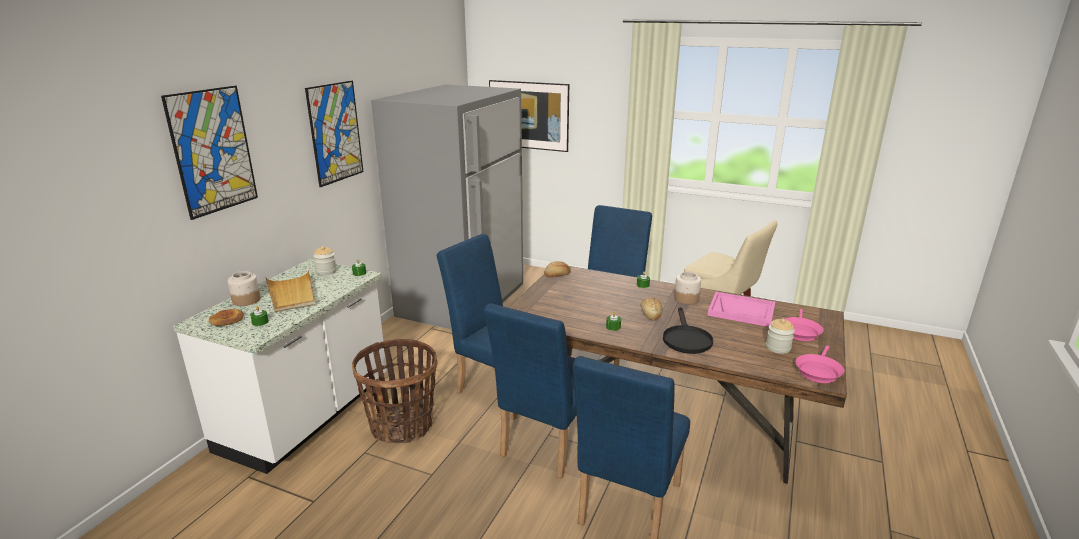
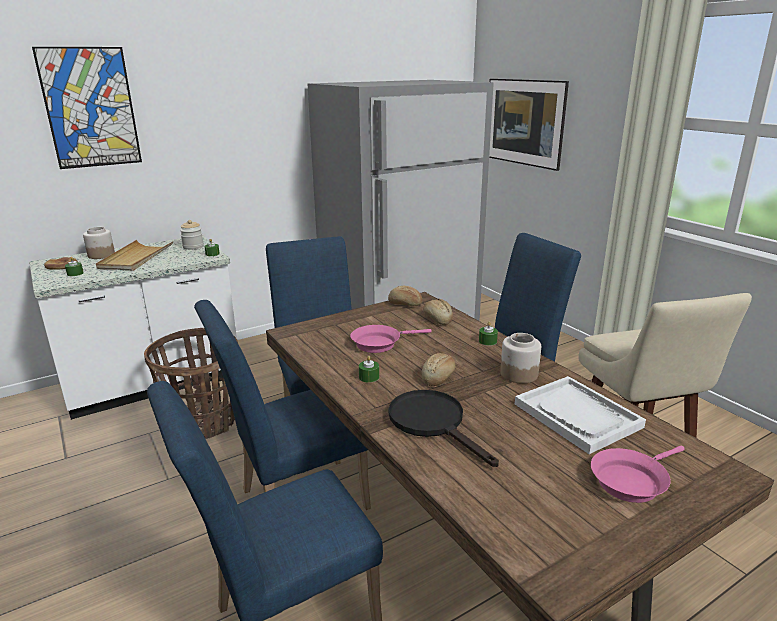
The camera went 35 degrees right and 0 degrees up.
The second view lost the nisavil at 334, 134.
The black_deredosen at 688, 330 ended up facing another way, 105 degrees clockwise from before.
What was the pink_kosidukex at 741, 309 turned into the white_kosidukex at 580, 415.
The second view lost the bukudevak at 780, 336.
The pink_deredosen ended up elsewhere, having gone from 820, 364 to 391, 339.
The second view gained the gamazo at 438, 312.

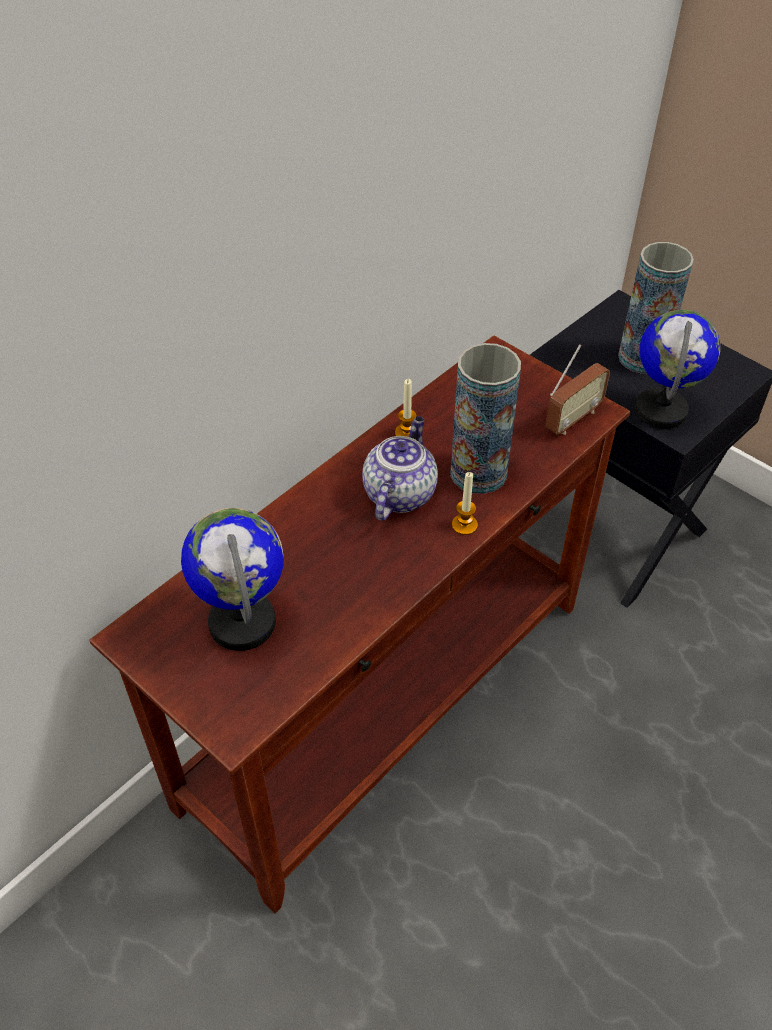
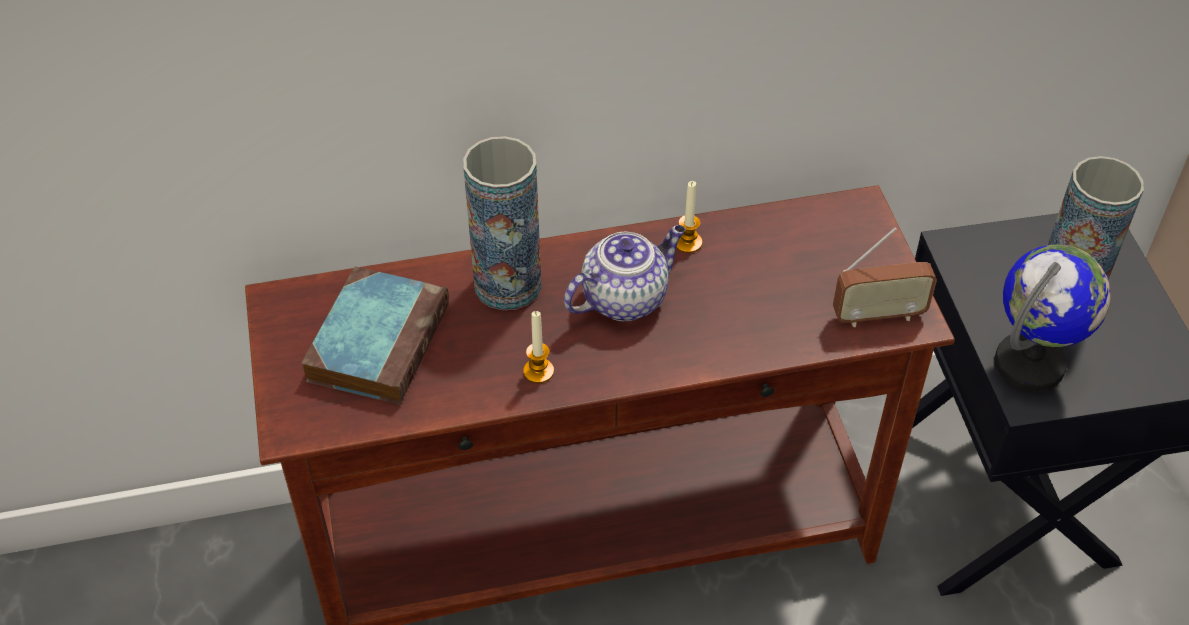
The camera went 35 degrees right and 0 degrees up.
Where the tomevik stood at 232, 579, the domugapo came to stand at 375, 335.
The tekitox ended up elsewhere, having gone from 485, 418 to 502, 223.
The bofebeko ended up elsewhere, having gone from 465, 503 to 538, 347.

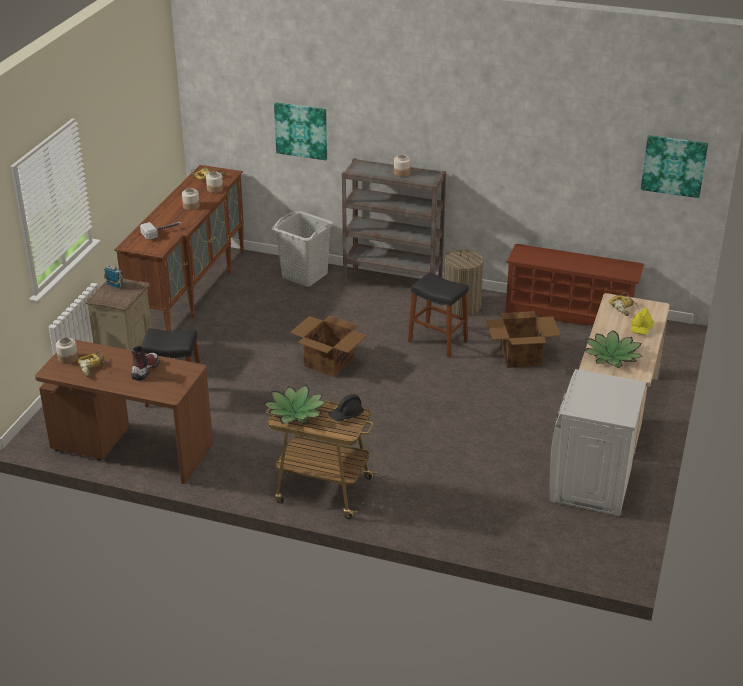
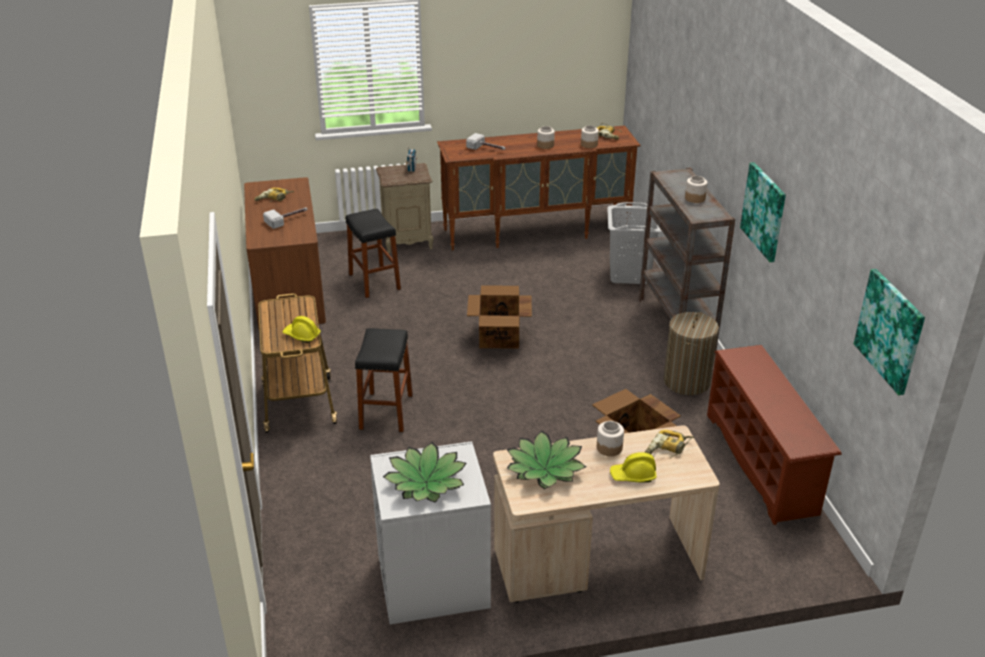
The camera went 60 degrees right and 0 degrees up.
The bukudevak ended up elsewhere, having gone from 67, 350 to 610, 438.
Where the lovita stood at 145, 363, the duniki came to stand at 285, 218.
The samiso ended up elsewhere, having gone from 294, 404 to 425, 472.
The nisavil ended up elsewhere, having gone from 300, 131 to 763, 212.
What was the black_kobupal at 346, 407 turned into the yellow_kobupal at 301, 329.
The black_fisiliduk ended up elsewhere, having gone from 438, 314 to 384, 380.

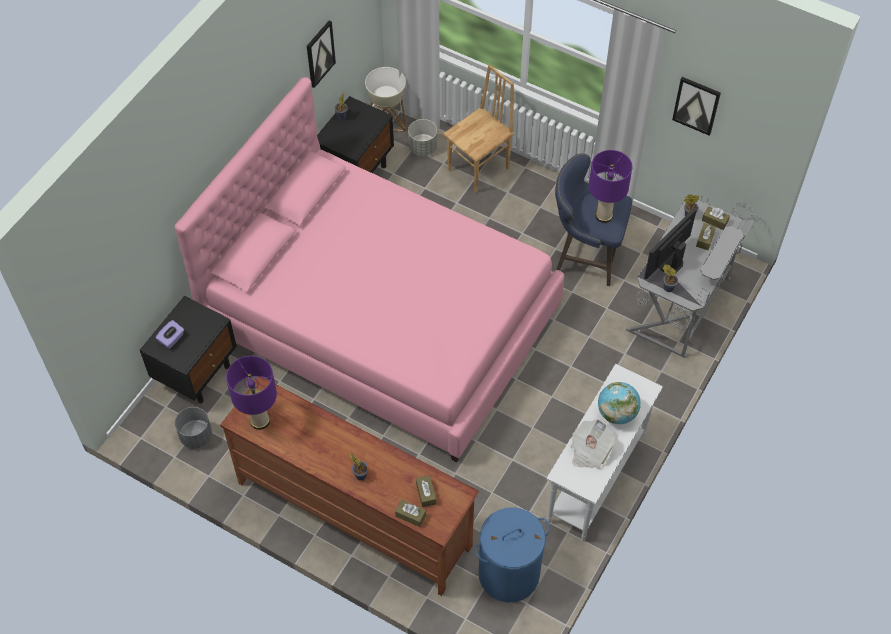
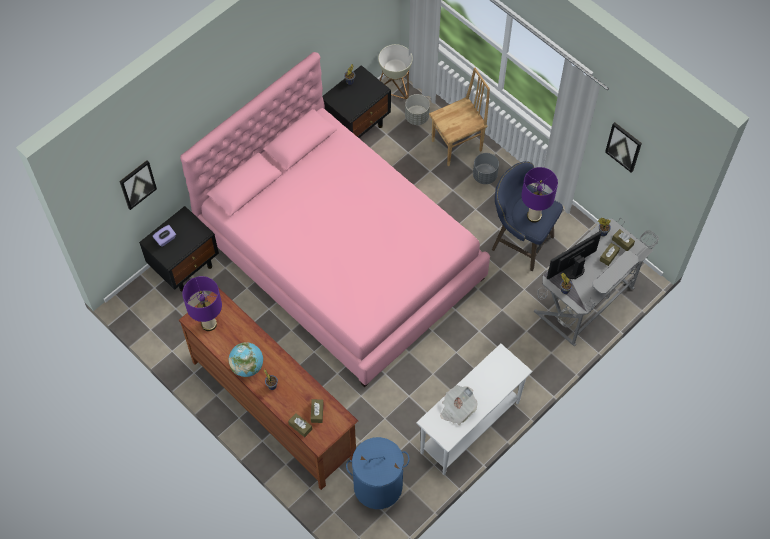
The camera went 15 degrees right and 5 degrees up.
The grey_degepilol ended up elsewhere, having gone from 193, 428 to 486, 168.
The nisavil ended up elsewhere, having gone from 321, 54 to 138, 185.
The tomevik ended up elsewhere, having gone from 619, 403 to 246, 359.

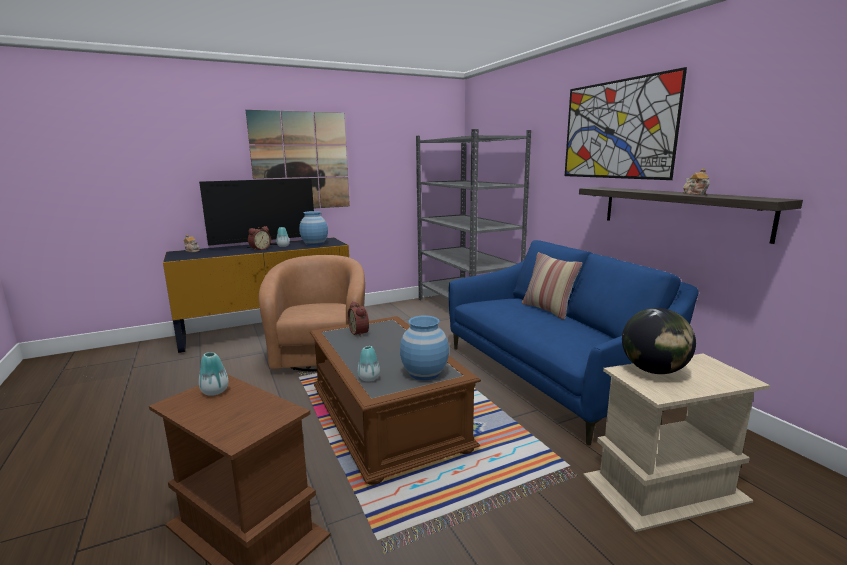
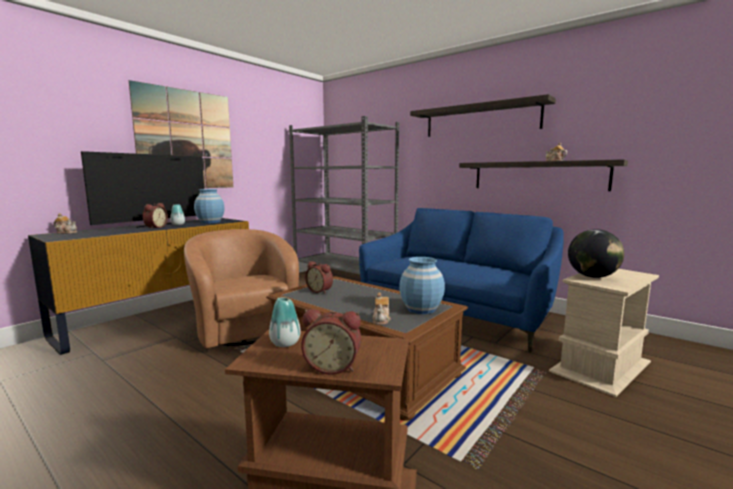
The camera went 25 degrees left and 5 degrees down.
Where the tekitox stood at 369, 364, the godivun came to stand at 382, 308.
The second view lost the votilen at 552, 286.
Where the nisavil hung at 626, 123, the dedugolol came to hang at 483, 115.
The second view gained the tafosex at 331, 342.

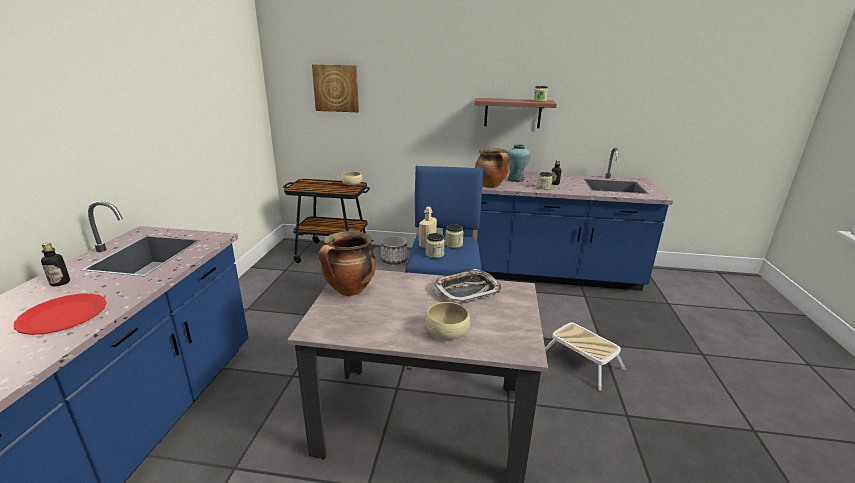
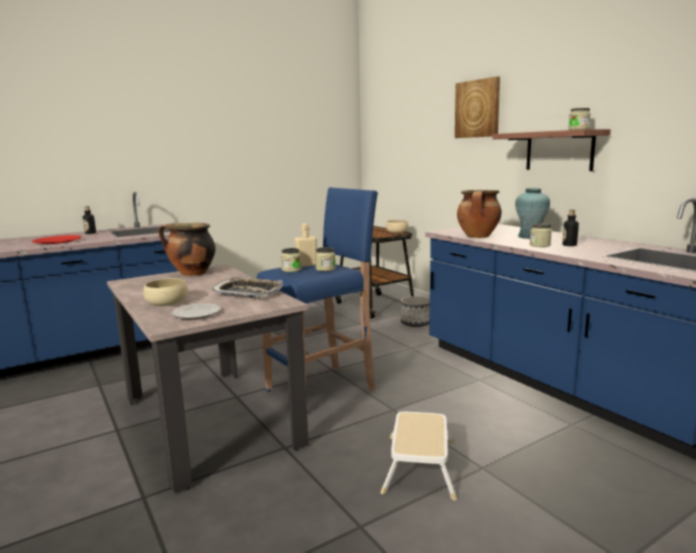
The camera went 50 degrees right and 10 degrees down.
The nisavil ended up elsewhere, having gone from 335, 88 to 477, 107.
The second view gained the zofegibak at 196, 311.

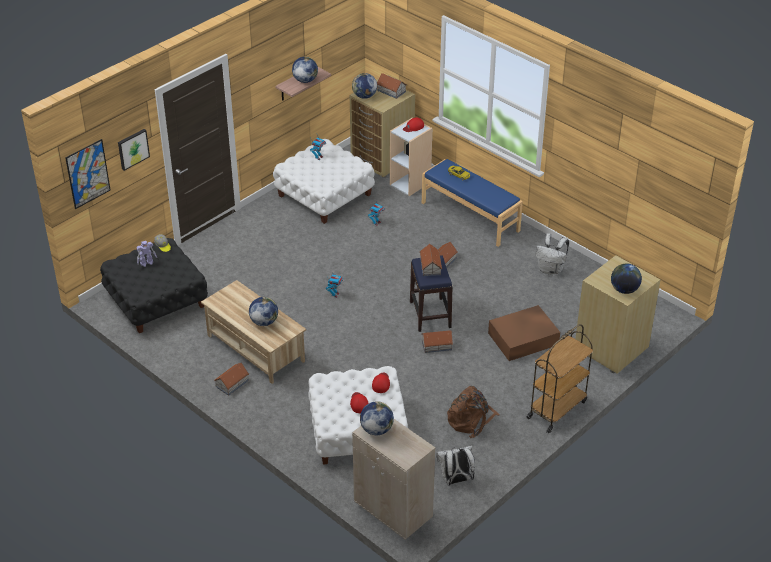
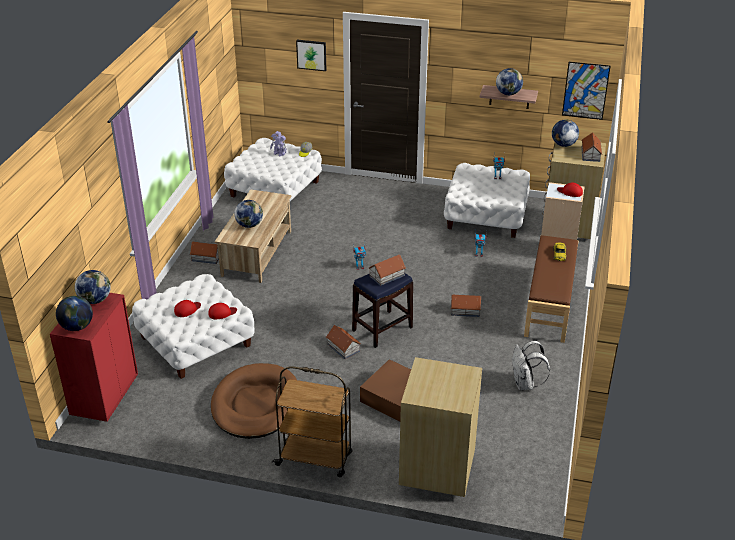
The camera went 60 degrees right and 5 degrees down.
The nisavil ended up elsewhere, having gone from 88, 174 to 586, 91.
What was the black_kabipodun at 154, 285 turned into the white_kabipodun at 273, 169.
What was the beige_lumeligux at 393, 479 turned into the red_lumeligux at 94, 357.
What was the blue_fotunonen at 472, 203 turned into the brown_fotunonen at 551, 289.
The second view lost the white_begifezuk at 455, 466.
Where the brown_begifezuk stood at 473, 412, the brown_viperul came to stand at 254, 401.
The tomevik ended up elsewhere, having gone from 626, 278 to 74, 313.

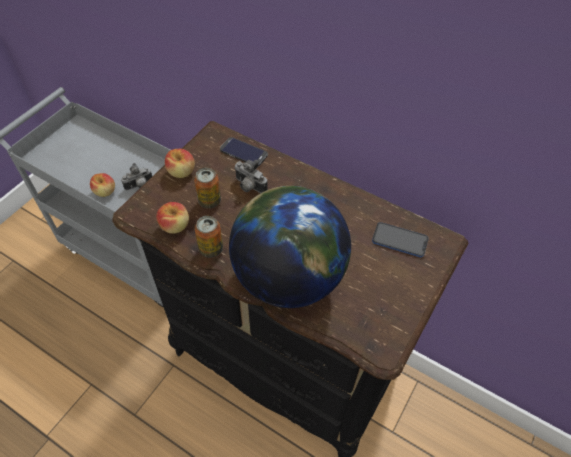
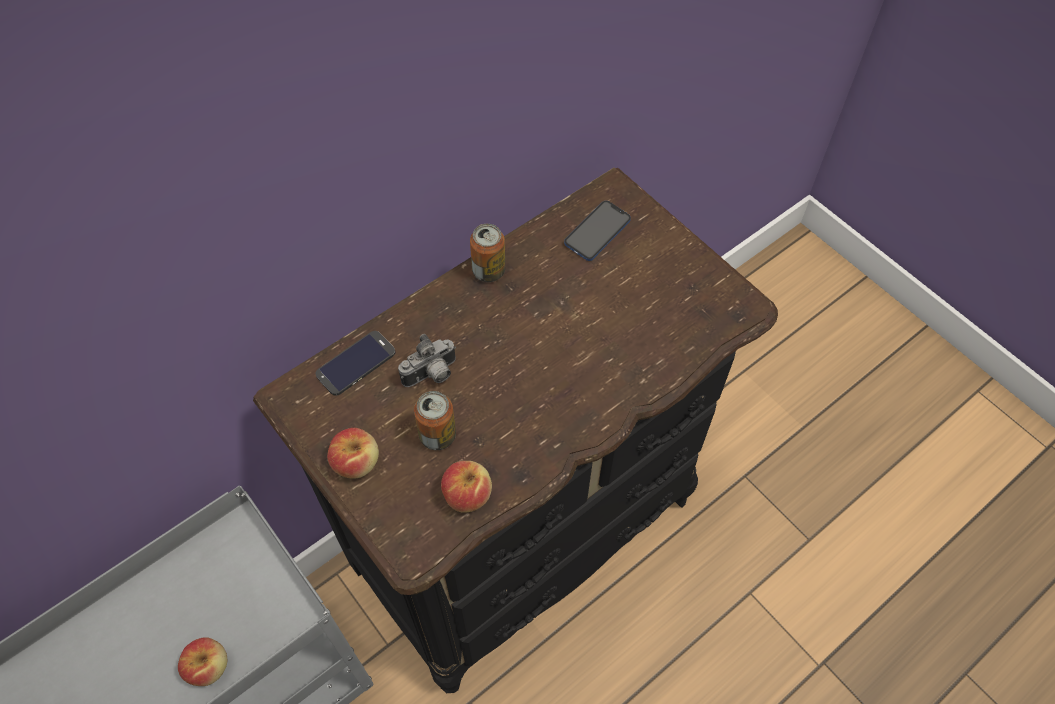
The camera went 70 degrees left and 5 degrees up.
The second view lost the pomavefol at 136, 177.
The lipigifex ended up elsewhere, having gone from 209, 237 to 487, 253.
The second view lost the tomevik at 290, 247.

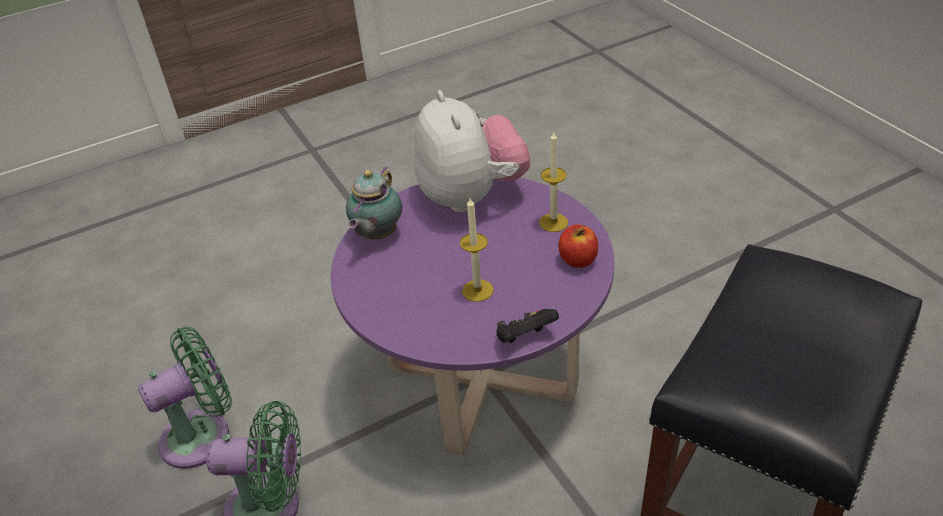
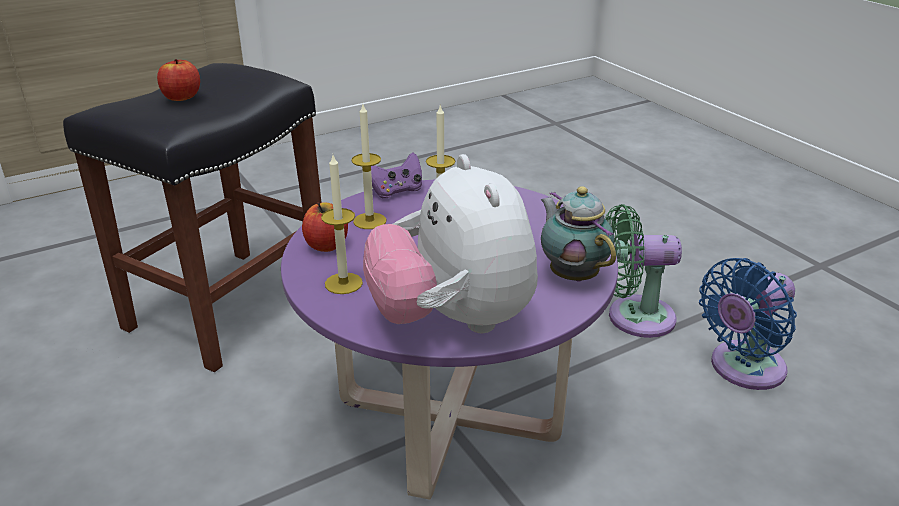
The camera went 175 degrees right and 10 degrees down.
What was the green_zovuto at 185, 398 turned into the blue_zovuto at 748, 324.
The godivun at 374, 203 ended up facing another way, 45 degrees counterclockwise from before.
What was the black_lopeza at 527, 326 turned into the purple_lopeza at 396, 175.
The second view gained the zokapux at 178, 80.
The second view gained the bofebeko at 368, 166.

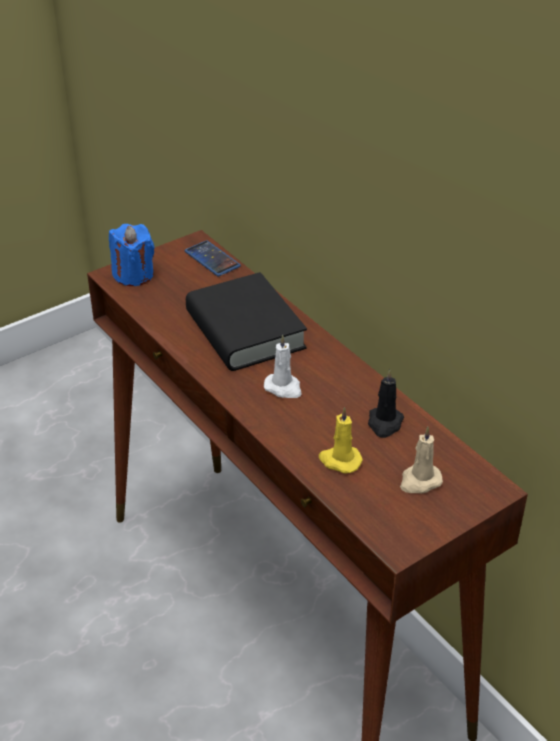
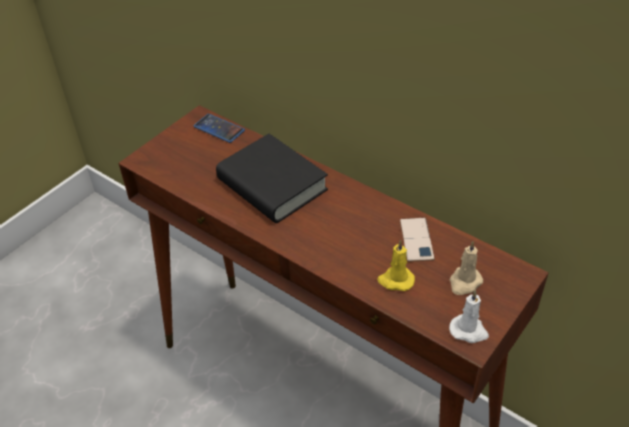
The camera went 15 degrees left and 5 degrees up.
The second view lost the blue_bofebeko at 132, 255.
The white_bofebeko ended up elsewhere, having gone from 283, 366 to 469, 316.
Where the black_bofebeko stood at 386, 403, the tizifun came to stand at 417, 240.

